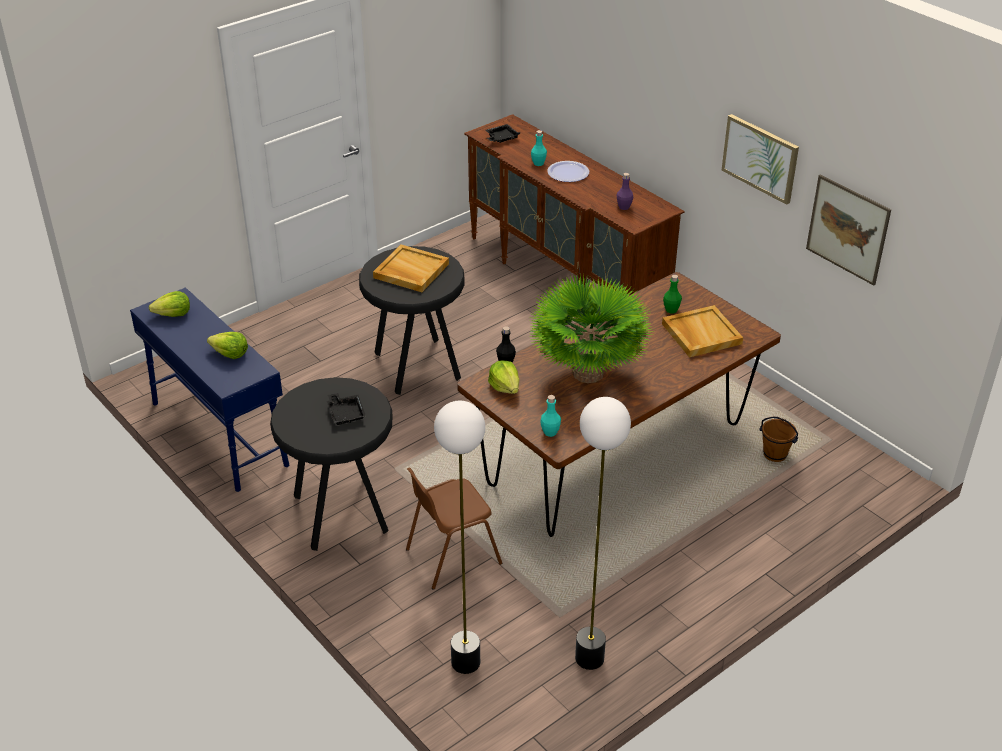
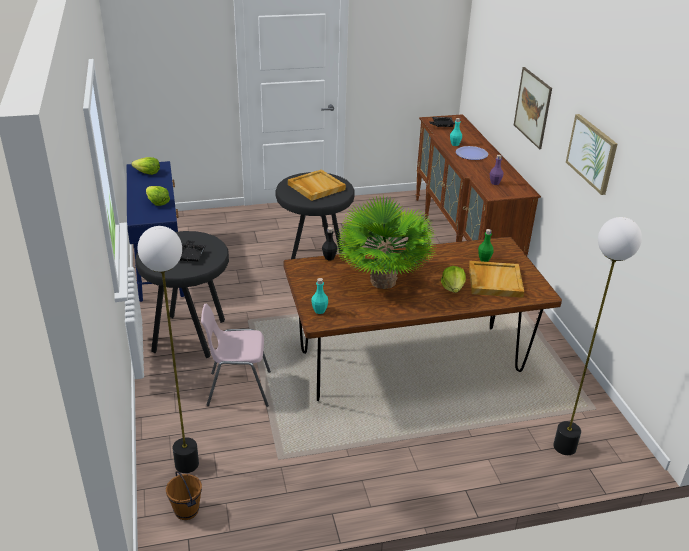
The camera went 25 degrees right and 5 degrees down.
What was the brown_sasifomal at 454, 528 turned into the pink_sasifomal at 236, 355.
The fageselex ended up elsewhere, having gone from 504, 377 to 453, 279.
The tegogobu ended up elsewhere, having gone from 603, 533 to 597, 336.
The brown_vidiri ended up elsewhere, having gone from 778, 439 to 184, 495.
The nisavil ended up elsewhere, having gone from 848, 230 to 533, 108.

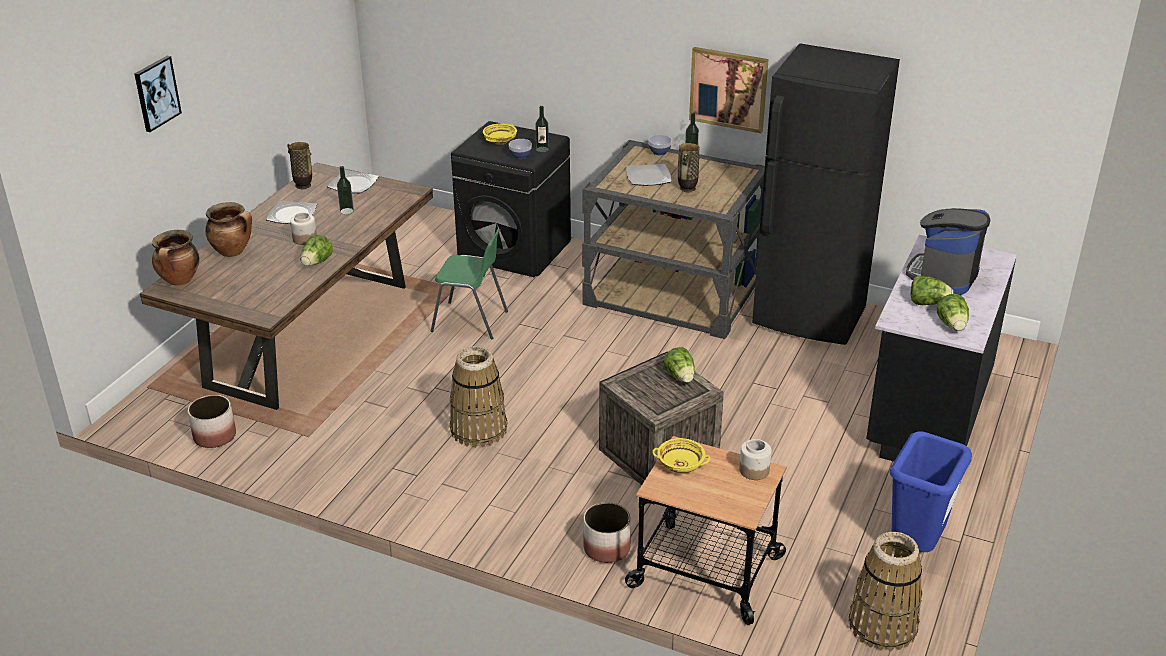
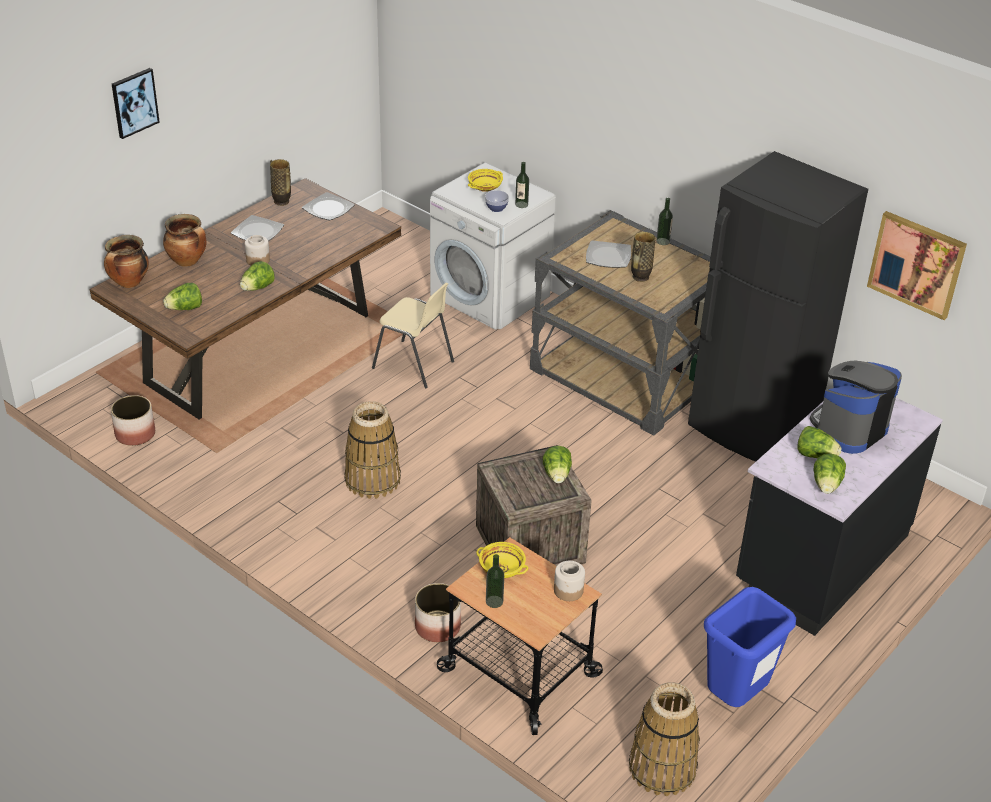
The camera went 15 degrees right and 5 degrees up.
The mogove ended up elsewhere, having gone from 345, 190 to 495, 581.
What was the green_sasifomal at 469, 284 turned into the beige_sasifomal at 413, 335.
What was the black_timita at 511, 199 turned into the white_timita at 493, 246.
The second view lost the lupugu at 660, 145.
The nisavil ended up elsewhere, having gone from 729, 90 to 917, 265.
The second view gained the fageselex at 182, 296.

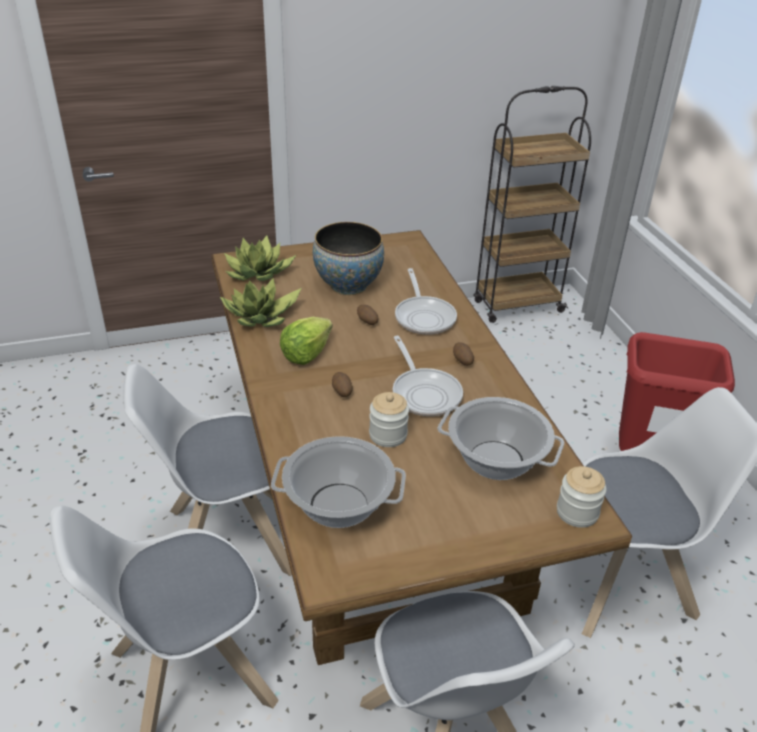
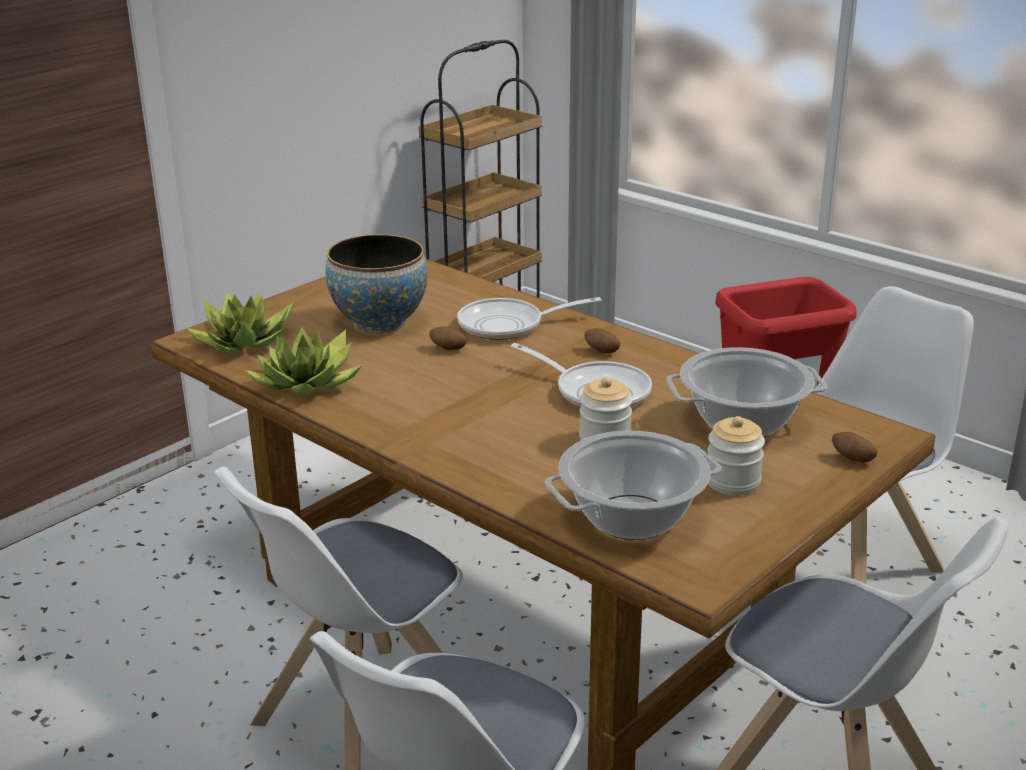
The camera went 30 degrees left and 10 degrees down.
The second view lost the fageselex at 306, 341.
The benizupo ended up elsewhere, having gone from 342, 384 to 855, 447.
The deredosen at 426, 301 ended up facing another way, 120 degrees clockwise from before.
The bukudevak ended up elsewhere, having gone from 582, 497 to 736, 456.

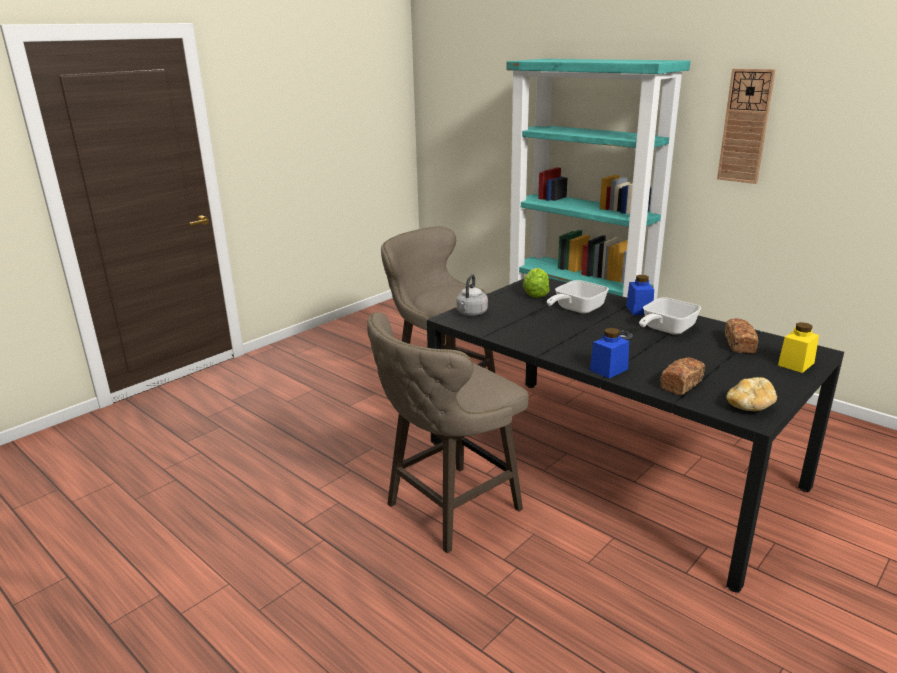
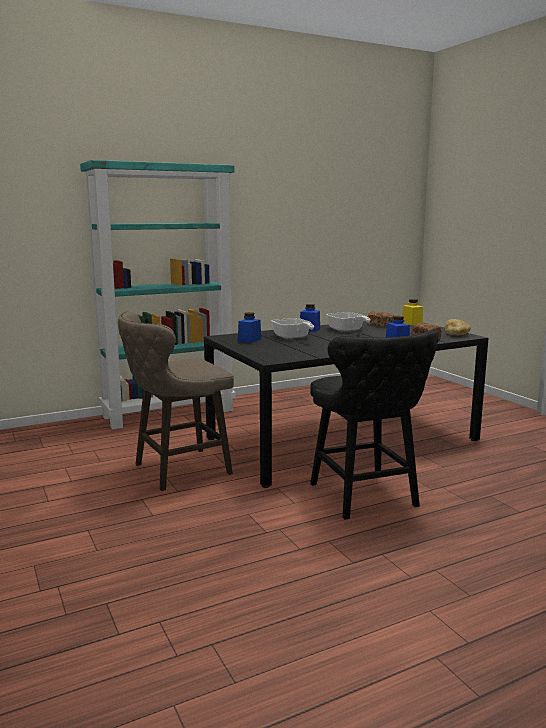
The camera went 70 degrees left and 10 degrees down.
What was the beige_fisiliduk at 448, 432 turned into the black_fisiliduk at 374, 424.
The second view lost the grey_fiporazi at 472, 295.
Where the fageselex stood at 536, 283, the blue_bukudevak came to stand at 249, 327.
The second view lost the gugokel at 746, 126.

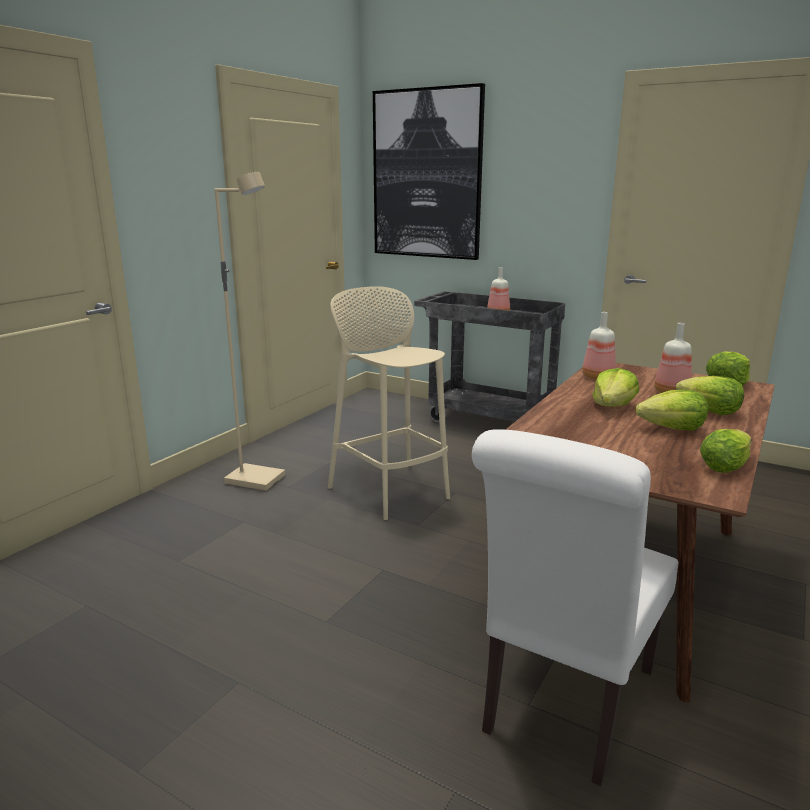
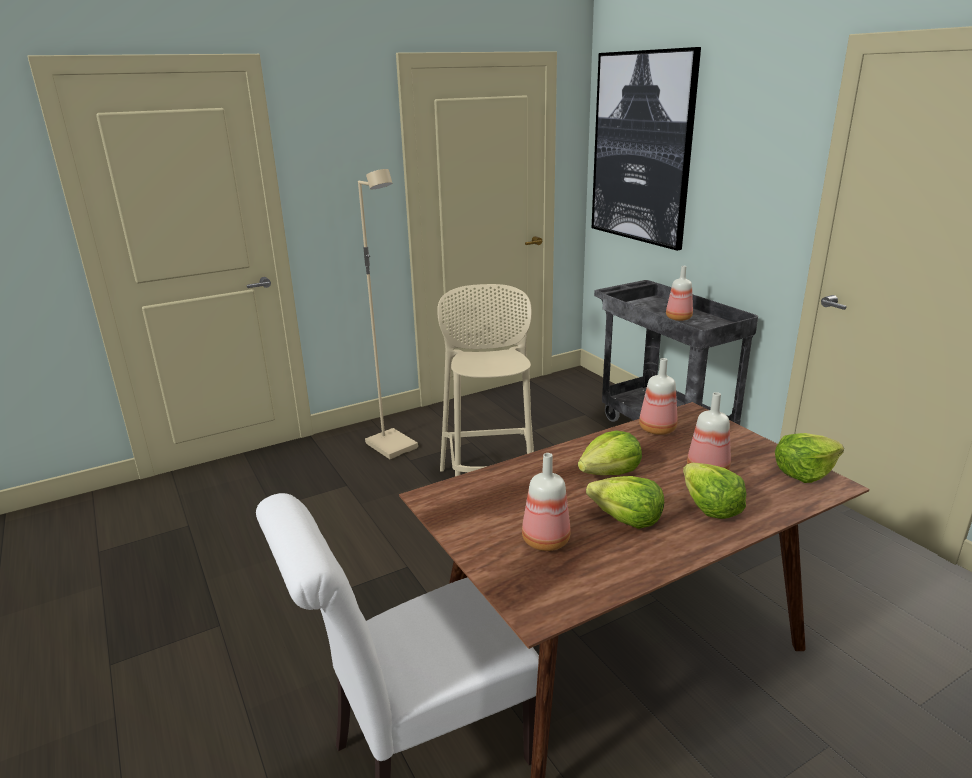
The camera went 30 degrees right and 5 degrees up.
The second view lost the fageselex at 726, 451.
The second view gained the mogove at 546, 502.

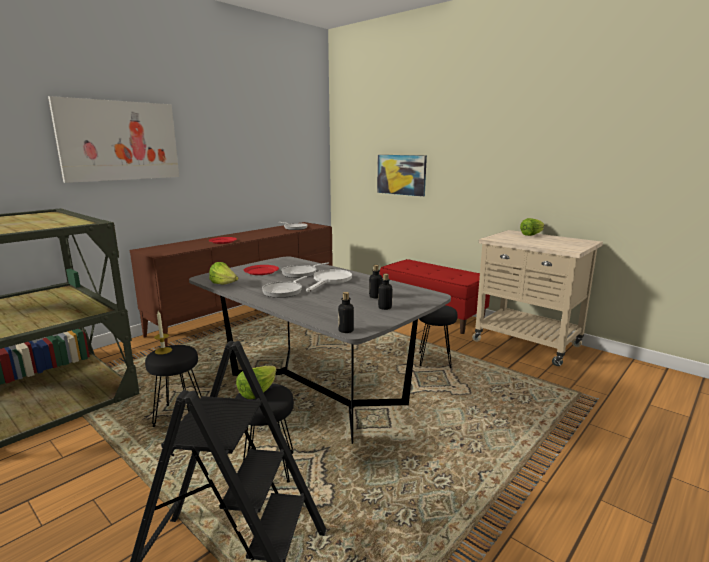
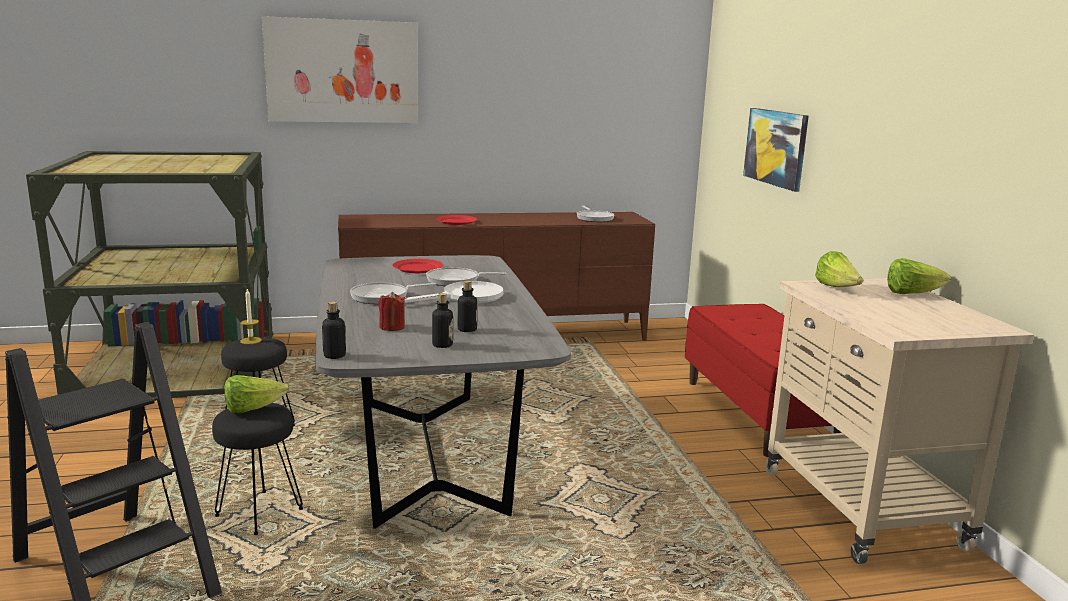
The camera went 35 degrees right and 0 degrees up.
The fageselex ended up elsewhere, having gone from 223, 273 to 839, 269.
The second view lost the black_fisiliduk at 438, 336.
The second view gained the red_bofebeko at 391, 311.

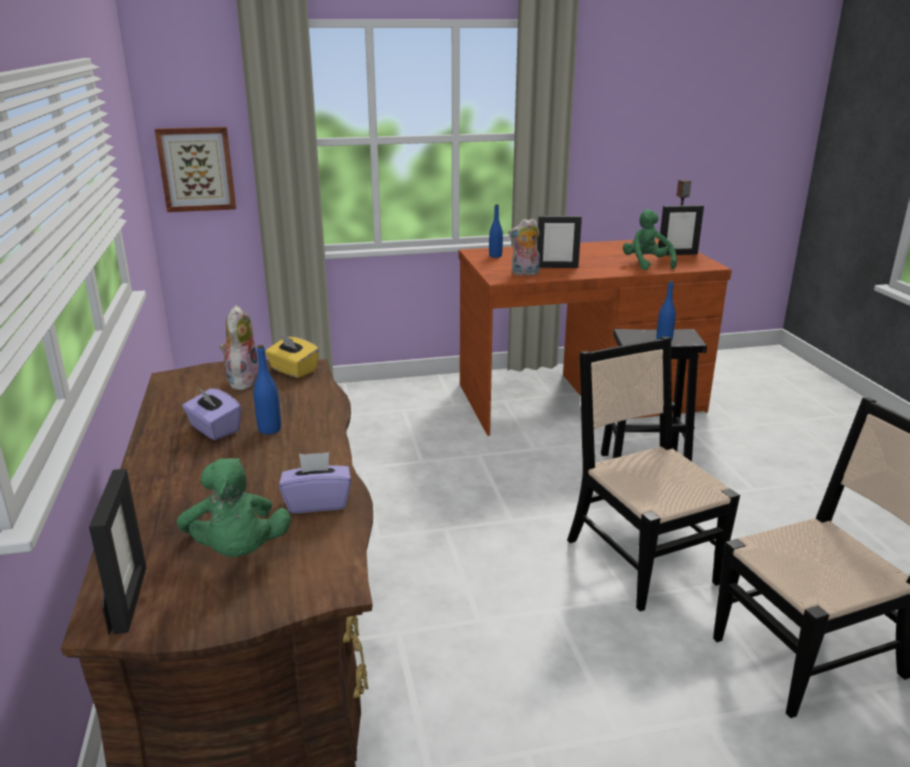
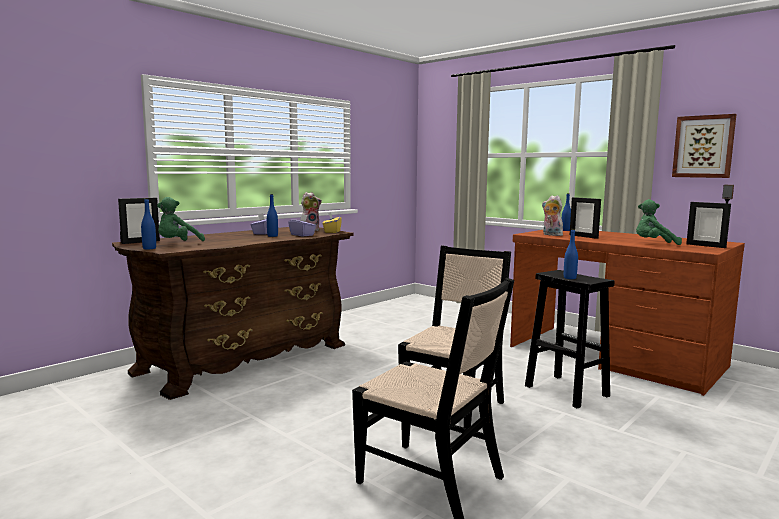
The camera went 55 degrees right and 15 degrees down.
The nisavil ended up elsewhere, having gone from 195, 169 to 704, 146.
The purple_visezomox ended up elsewhere, having gone from 315, 482 to 302, 225.
The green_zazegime at 650, 239 ended up facing another way, 120 degrees counterclockwise from before.
The second view gained the blue_mogove at 148, 223.

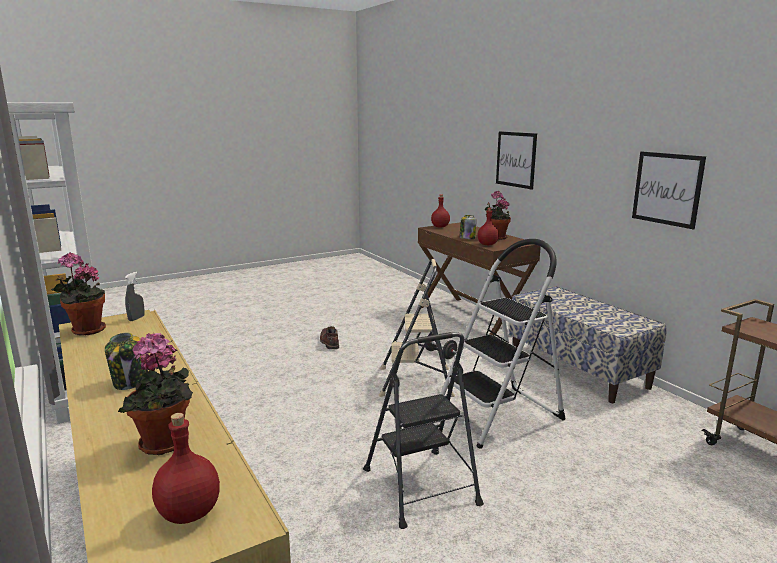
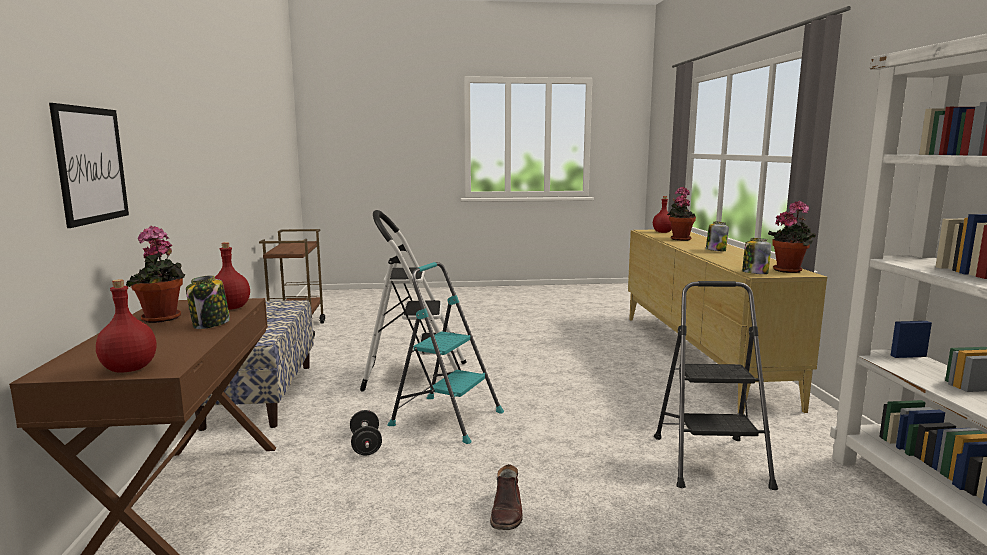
The camera went 155 degrees left and 5 degrees down.
Where the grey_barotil stood at 135, 296, the bukudevak came to stand at 756, 256.
The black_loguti ended up elsewhere, having gone from 423, 430 to 716, 385.
What was the beige_loguti at 416, 328 turned into the turquoise_loguti at 445, 353.
The second view lost the nisavil at 669, 190.

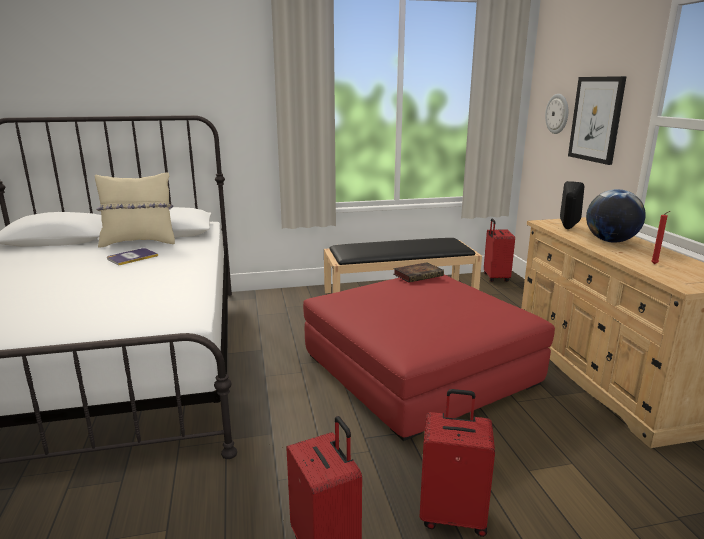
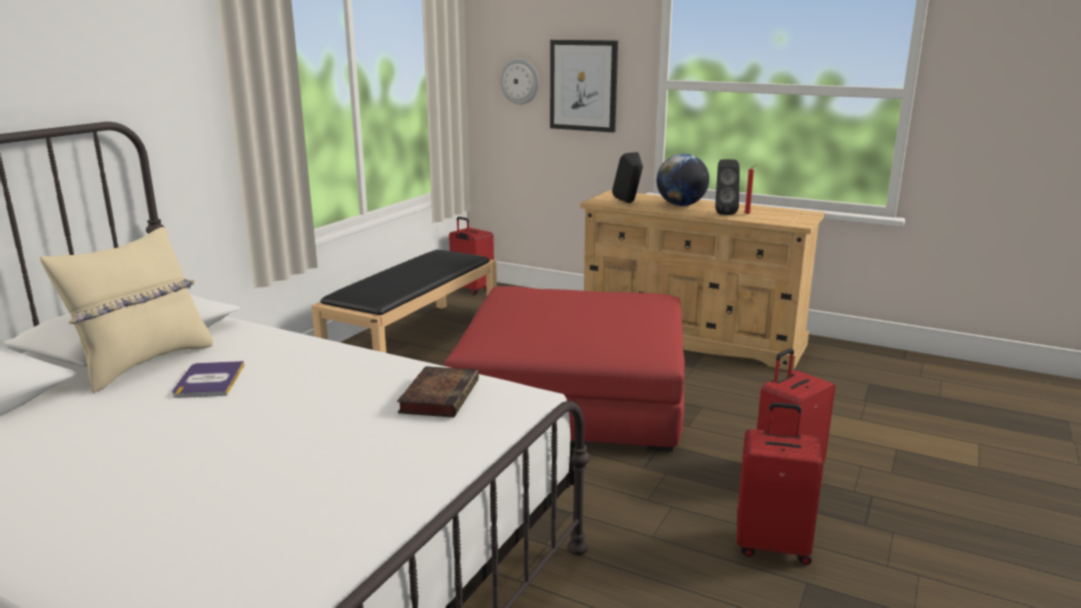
The camera went 50 degrees left and 0 degrees up.
The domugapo ended up elsewhere, having gone from 418, 272 to 438, 392.
The second view gained the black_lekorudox at 727, 187.

